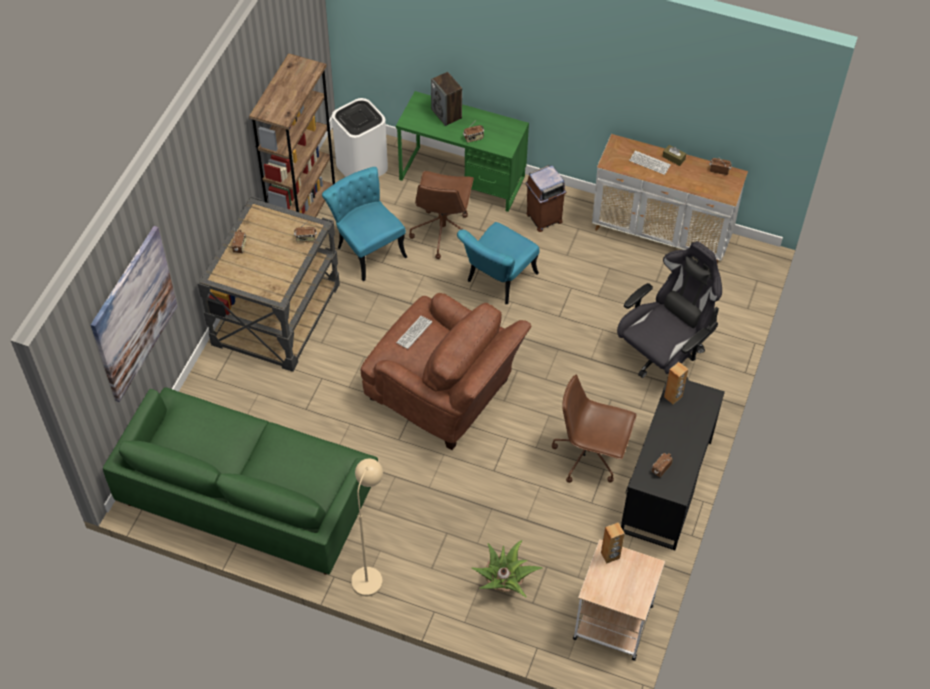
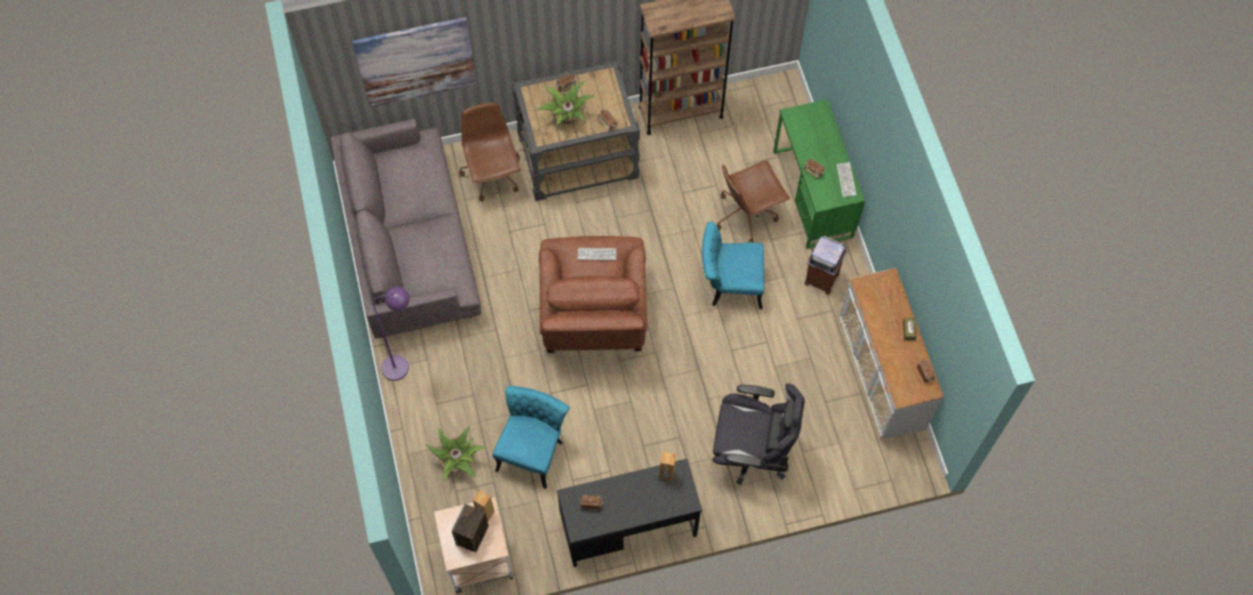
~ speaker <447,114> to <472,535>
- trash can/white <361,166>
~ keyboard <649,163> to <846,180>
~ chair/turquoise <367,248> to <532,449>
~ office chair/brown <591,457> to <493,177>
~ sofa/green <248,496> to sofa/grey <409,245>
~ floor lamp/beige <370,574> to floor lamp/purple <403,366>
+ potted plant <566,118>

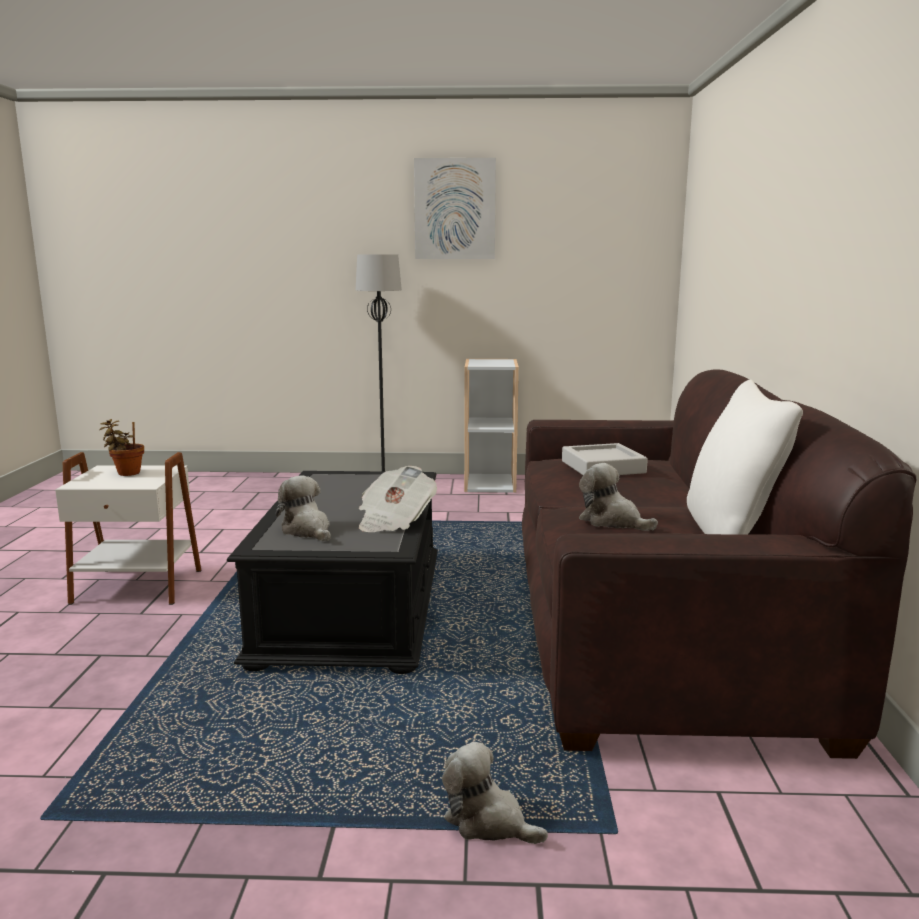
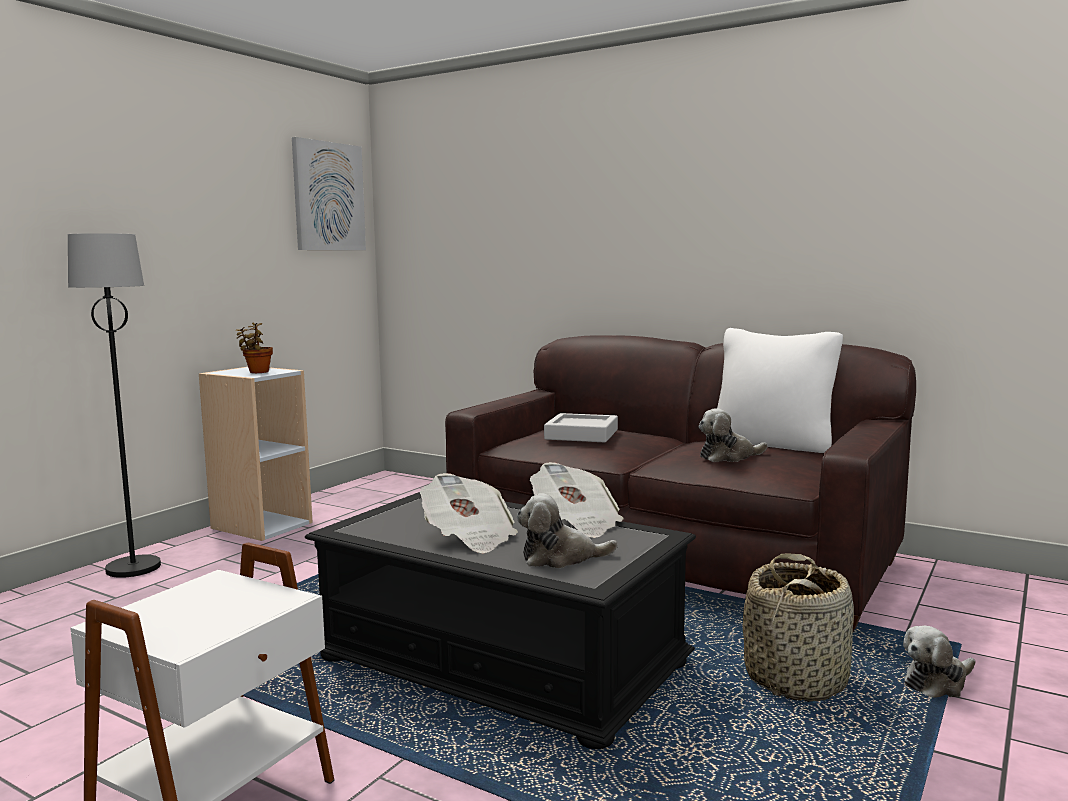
~ picture <455,209> to <328,196>
~ potted plant <126,473> to <257,372>
+ newspaper <469,537>
+ basket <796,679>

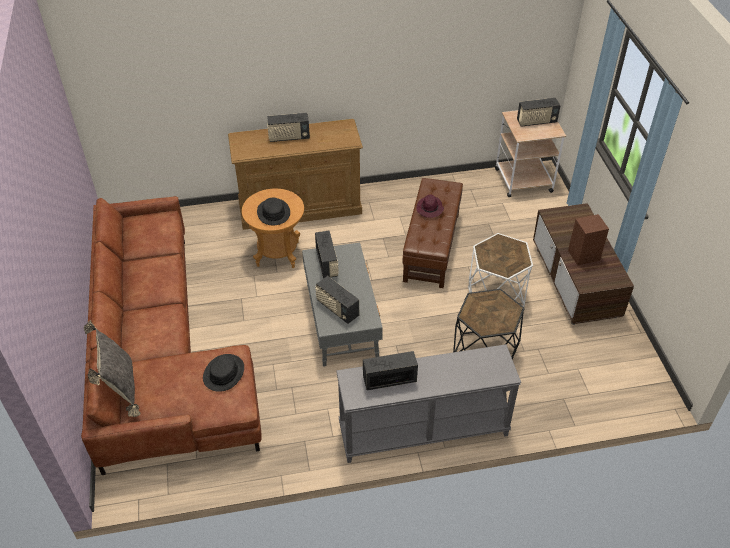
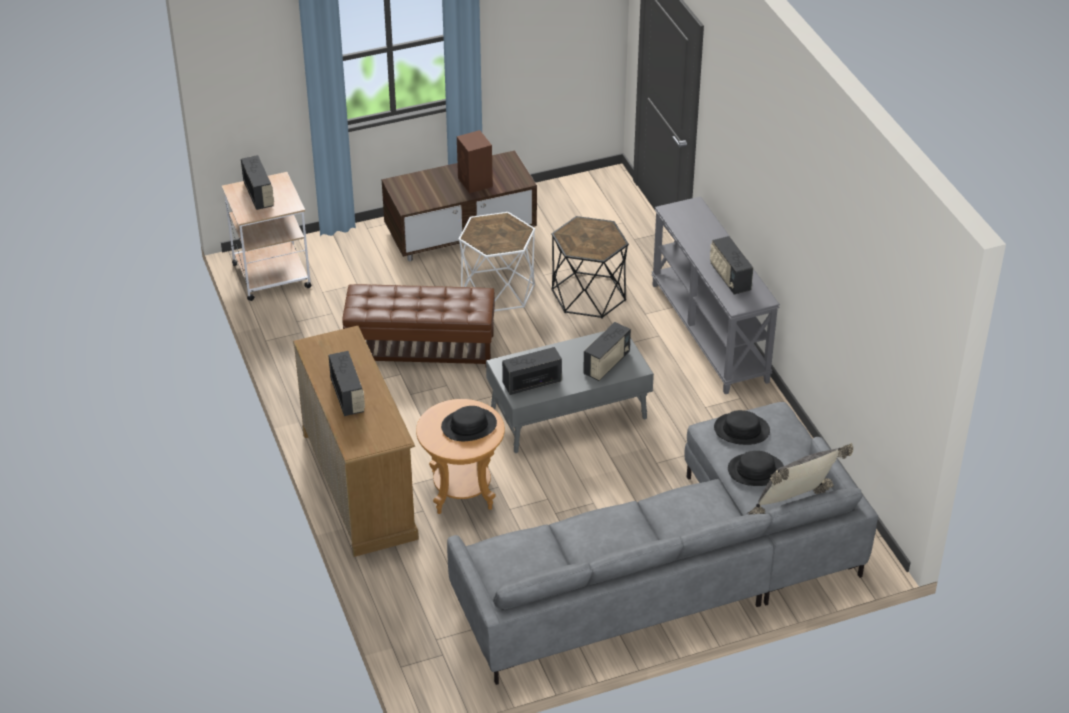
- hat/purple <430,209>
~ sofa/brown <160,354> to sofa/grey <673,571>
+ hat/black <756,471>

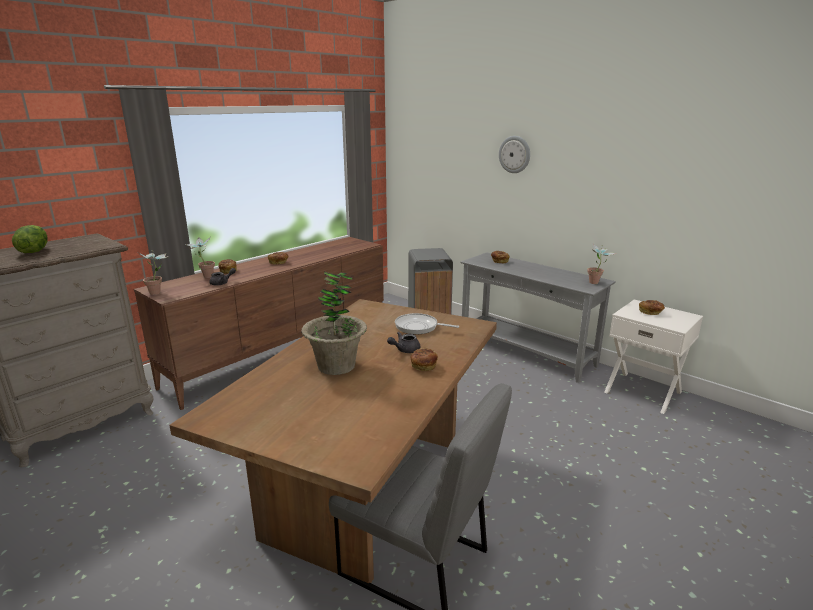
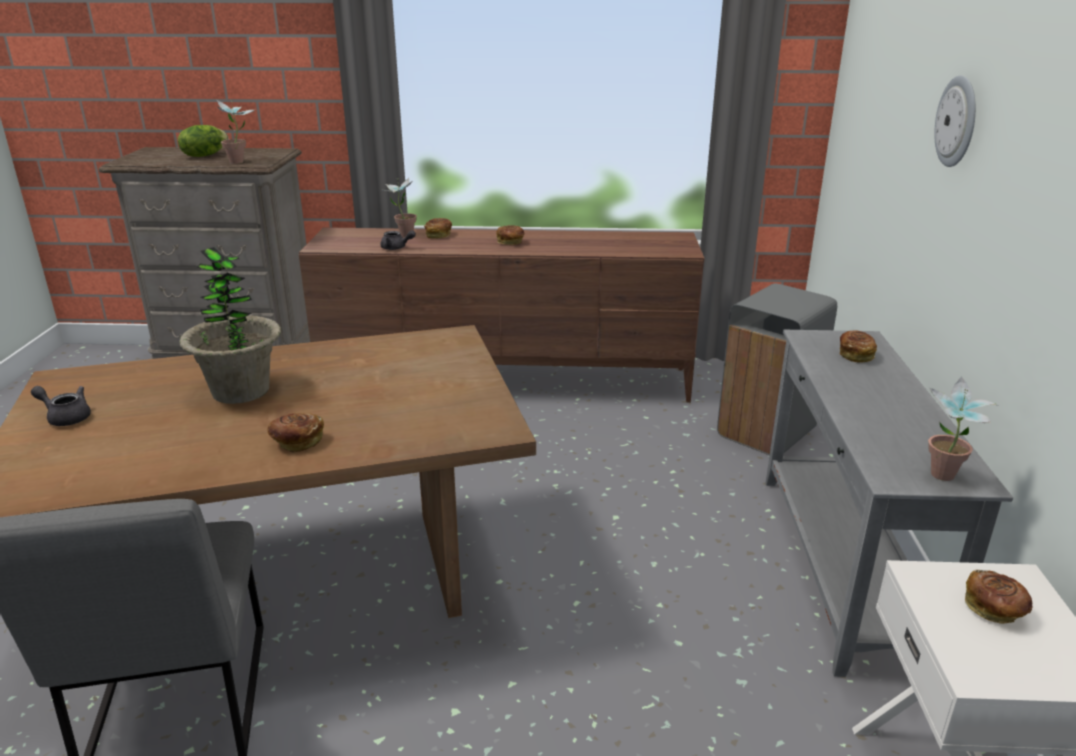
~ potted plant <159,292> to <240,162>
- frying pan <419,327>
~ teapot/grey <404,350> to <66,417>

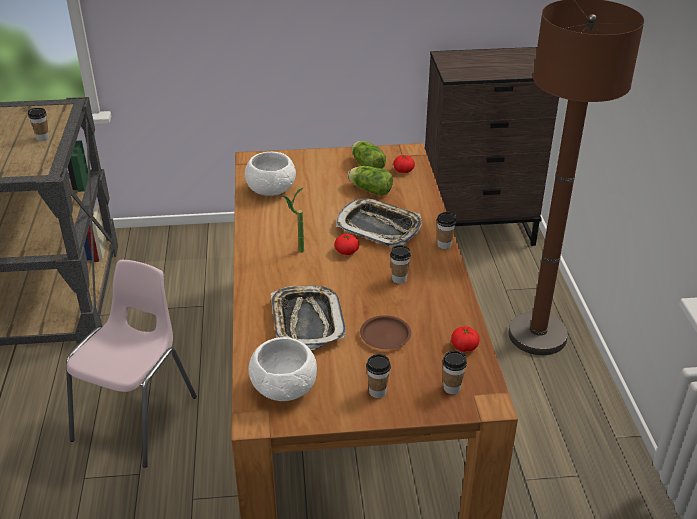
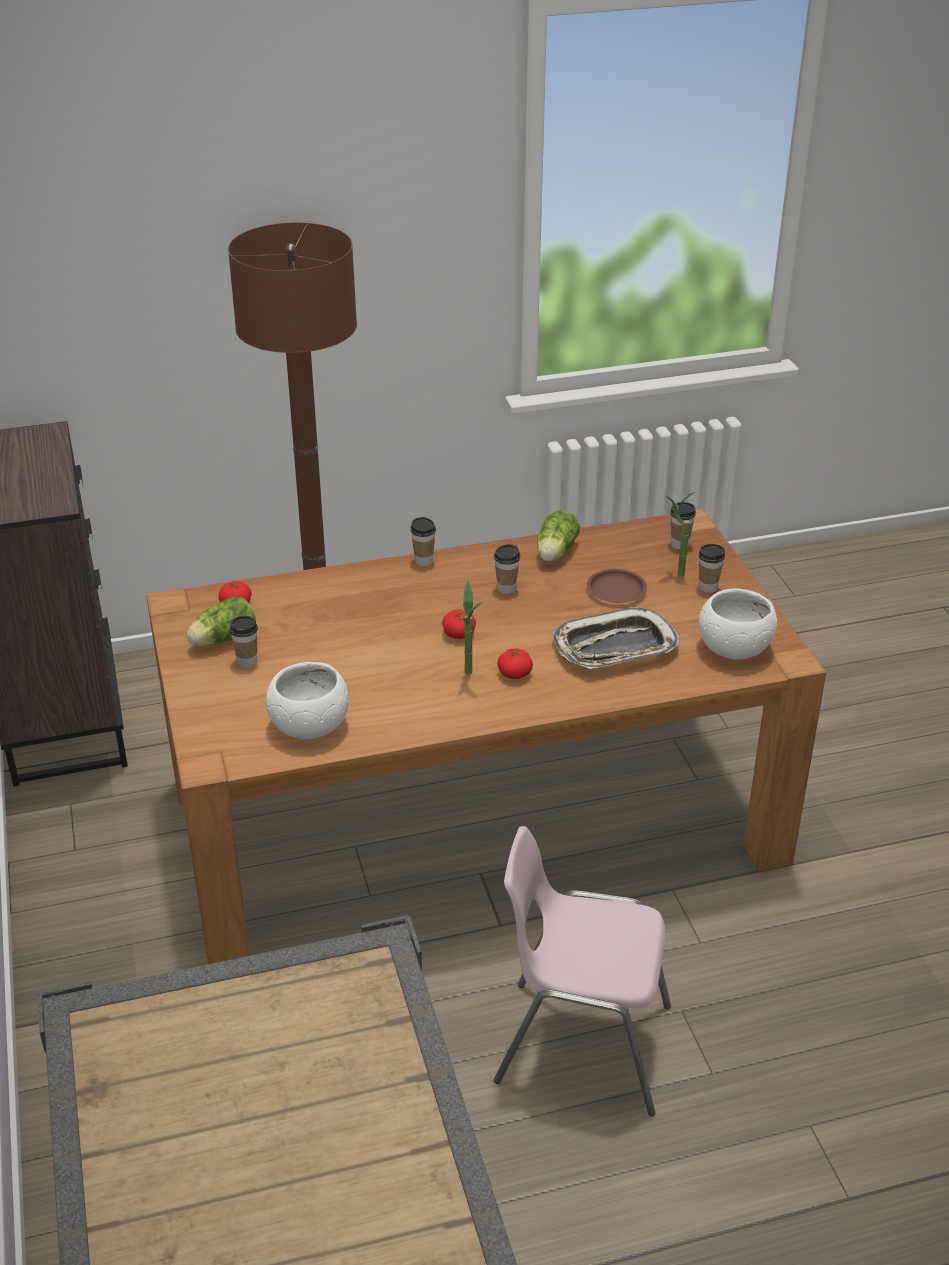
~ cup <43,138> to <247,661>
~ lettuce <369,189> to <555,553>
- tray <379,227>
~ tomato <464,346> to <515,673>
+ potted plant <673,573>

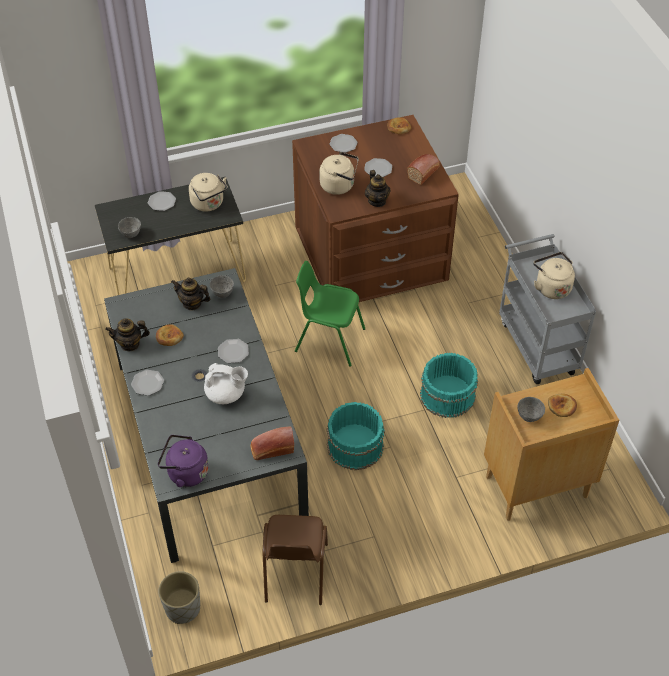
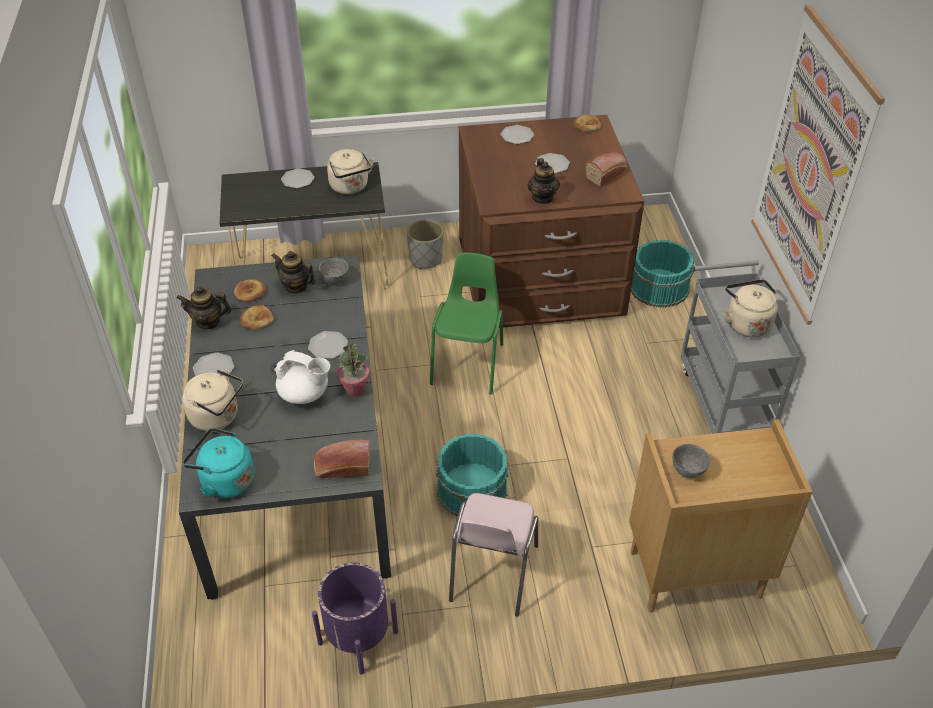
~ kettle/beige <339,185> to <217,417>
- bowl/grey <130,234>
~ chair/green <329,340> = <469,363> 75 degrees clockwise
~ bucket/turquoise <447,395> to <658,287>
~ bread <562,406> to <250,292>
~ kettle/purple <185,473> to kettle/turquoise <224,481>
~ chair/brown <295,573> to planter/purple <358,637>
~ planter/grey <183,608> to <426,259>
+ picture <810,169>
+ potted plant <355,389>
+ chair/pink <492,573>

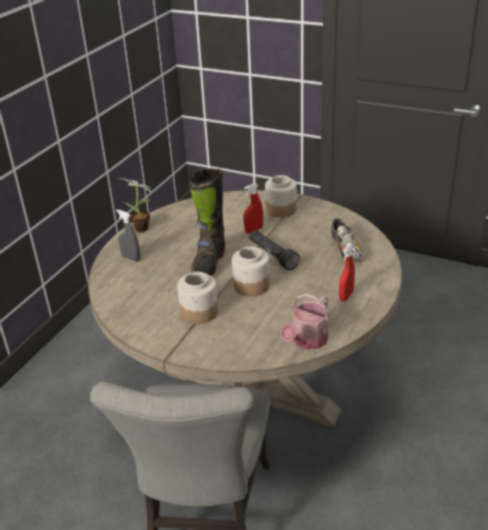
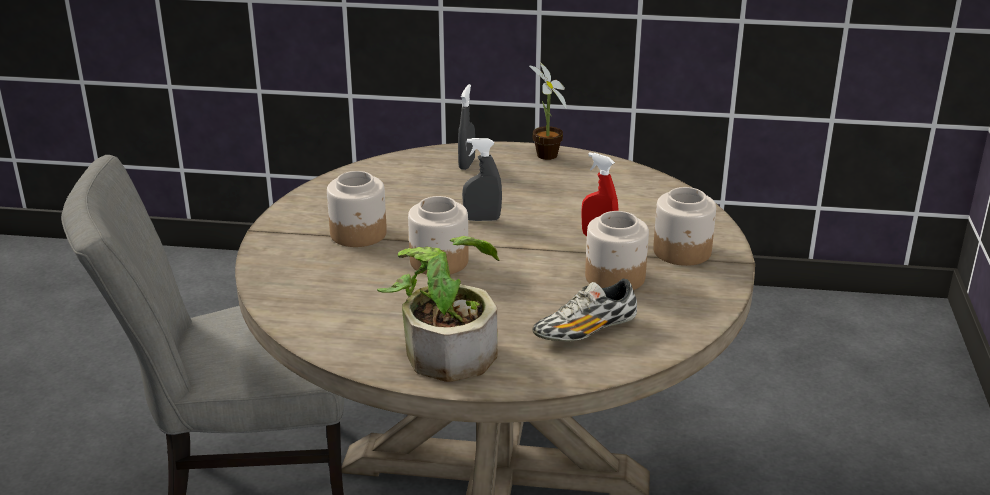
~ boot/black <209,263> to spray bottle/grey <482,219>
- flashlight/black <272,256>
~ spray bottle/red <346,296> to potted plant <445,347>
- watering can <307,341>
+ jar <614,278>

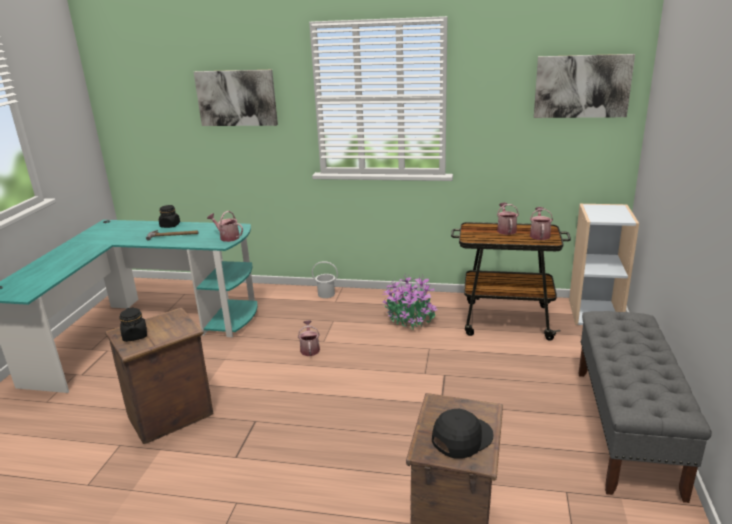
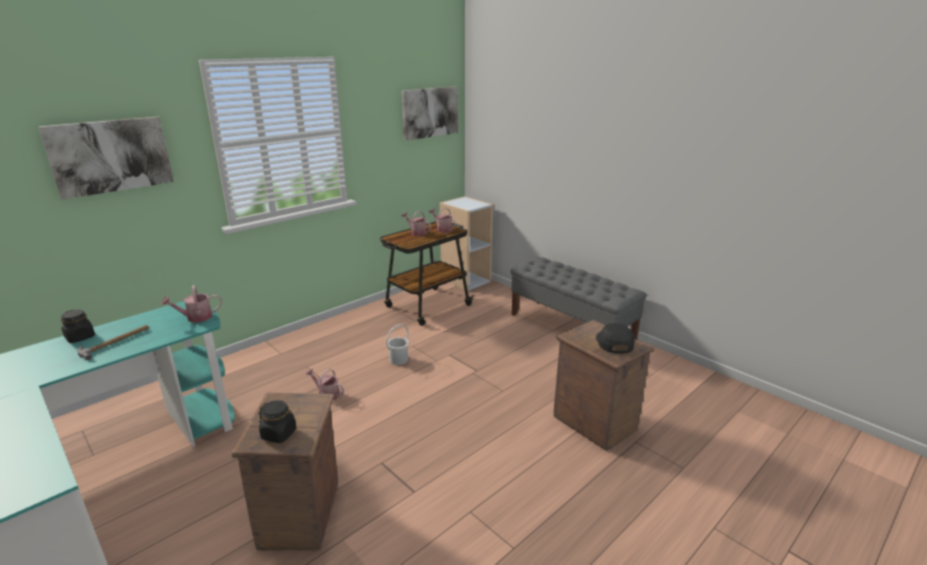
~ bucket/white <326,294> to <398,360>
- potted plant <410,318>

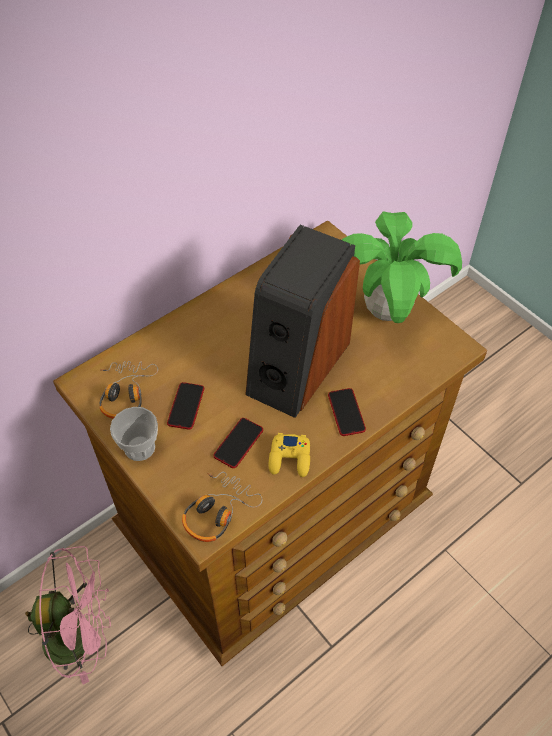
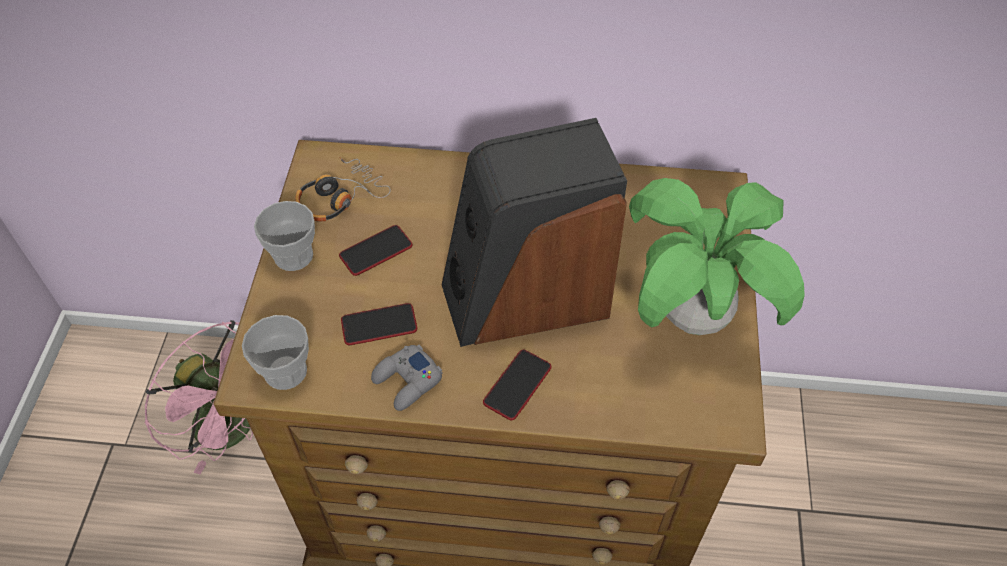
~ game controller/yellow <290,458> to game controller/grey <407,381>
~ headphones <218,511> to cup <285,371>

